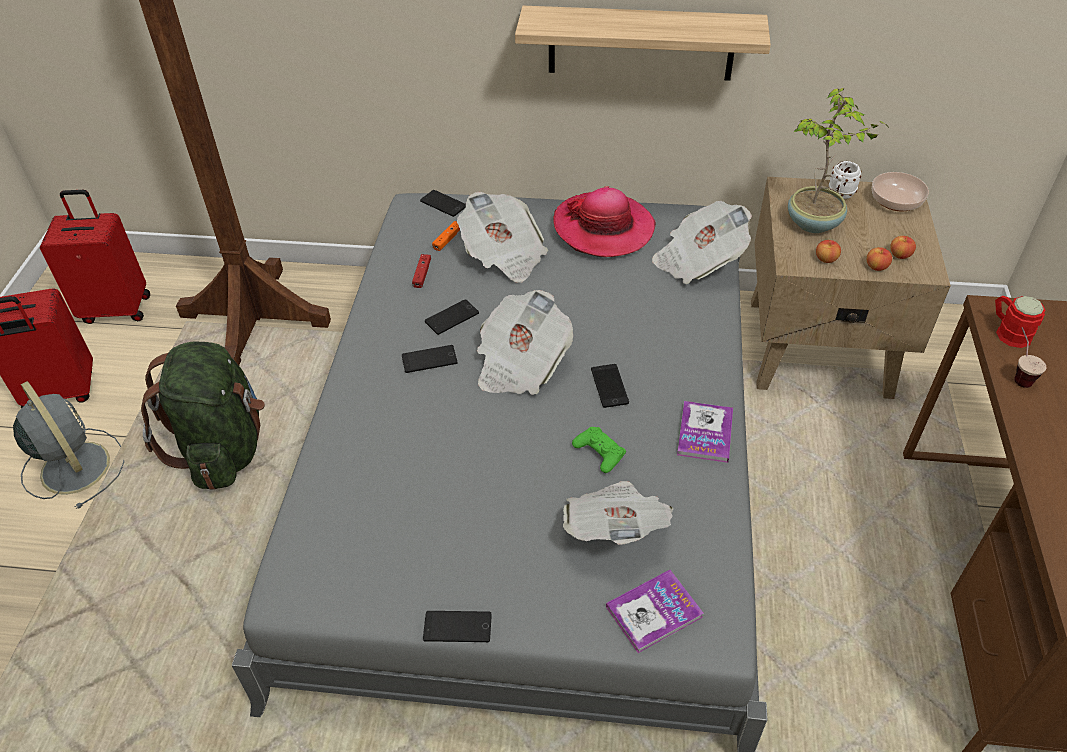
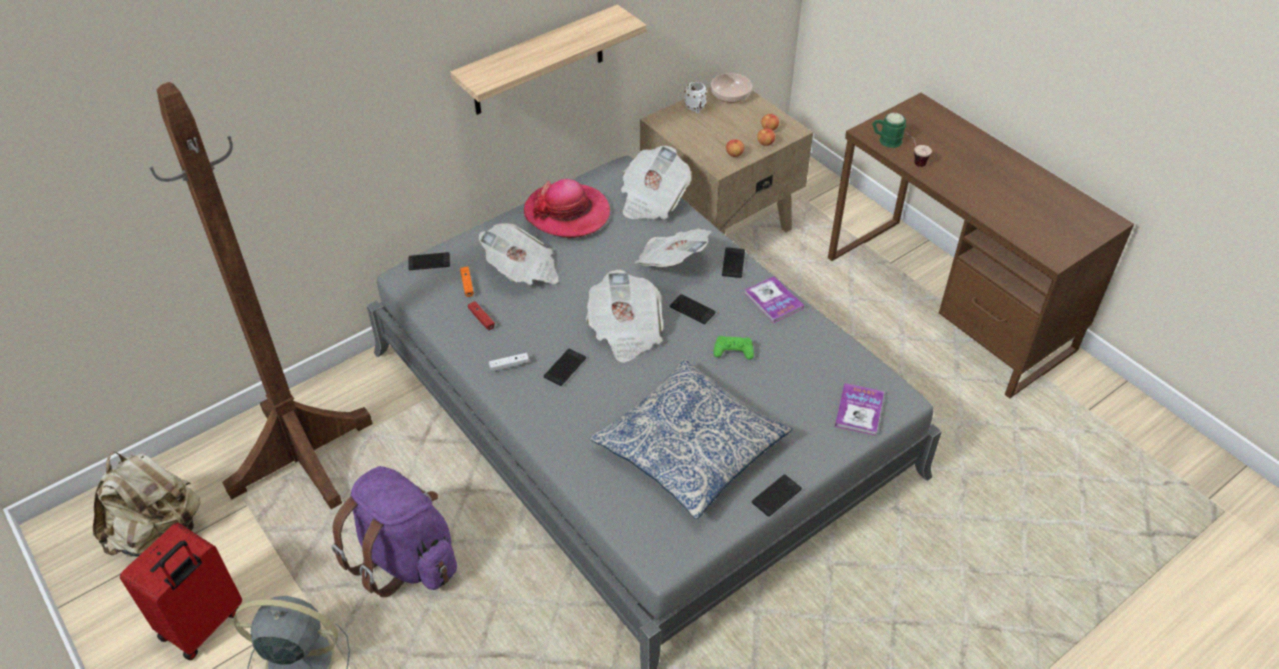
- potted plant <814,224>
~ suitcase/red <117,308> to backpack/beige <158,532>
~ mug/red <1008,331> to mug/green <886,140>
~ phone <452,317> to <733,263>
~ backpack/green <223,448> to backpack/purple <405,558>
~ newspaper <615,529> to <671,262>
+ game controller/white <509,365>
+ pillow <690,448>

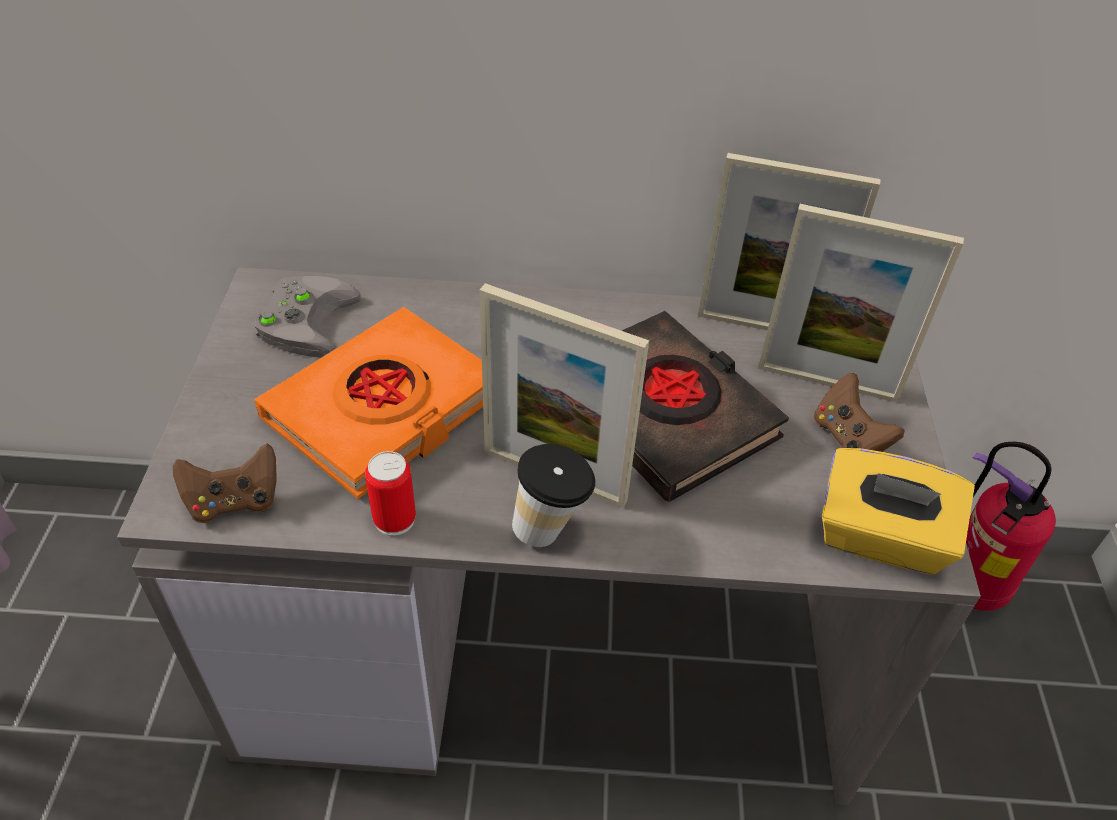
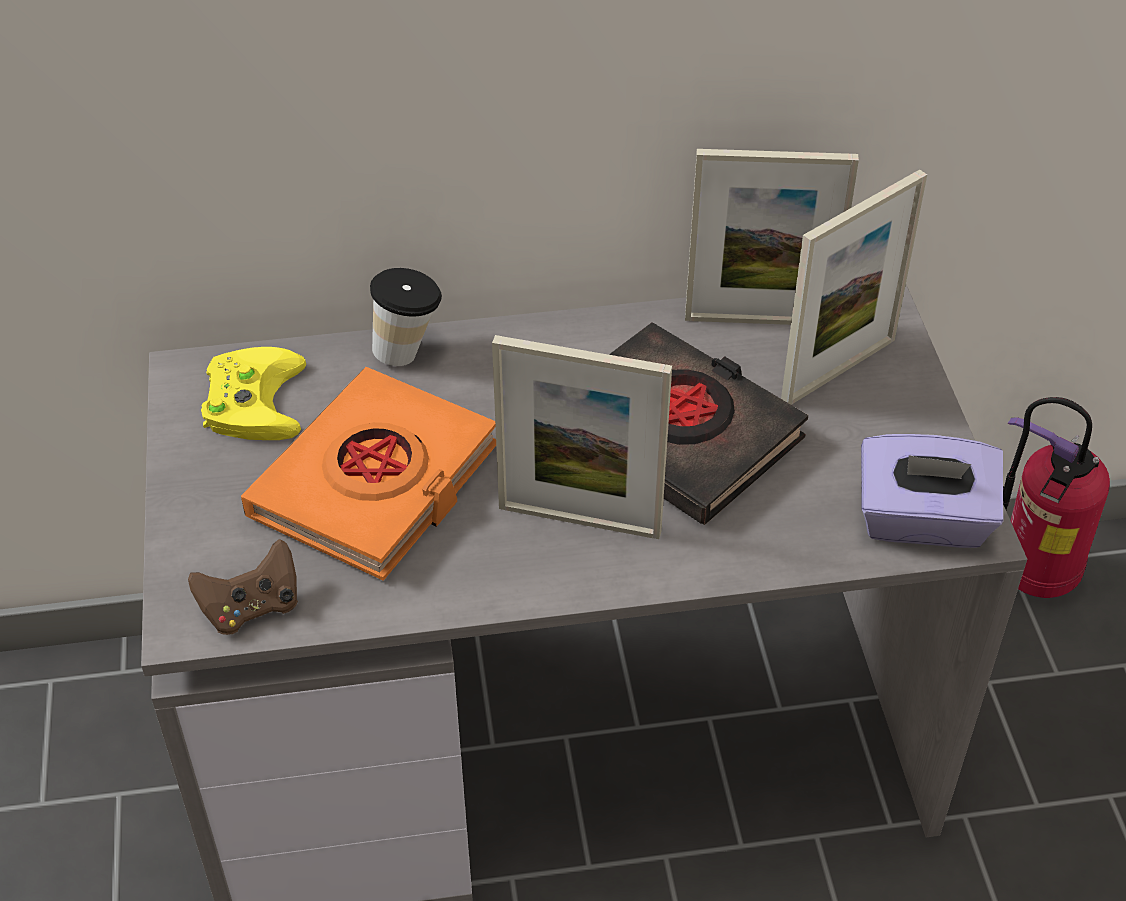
~ picture frame <827,382> = <838,370> 45 degrees counterclockwise
~ game controller/grey <305,318> to game controller/yellow <250,398>
- game controller/brown <848,438>
~ cup <551,528> to <408,351>
~ tissue box/yellow <880,538> to tissue box/purple <922,522>
- can <394,519>

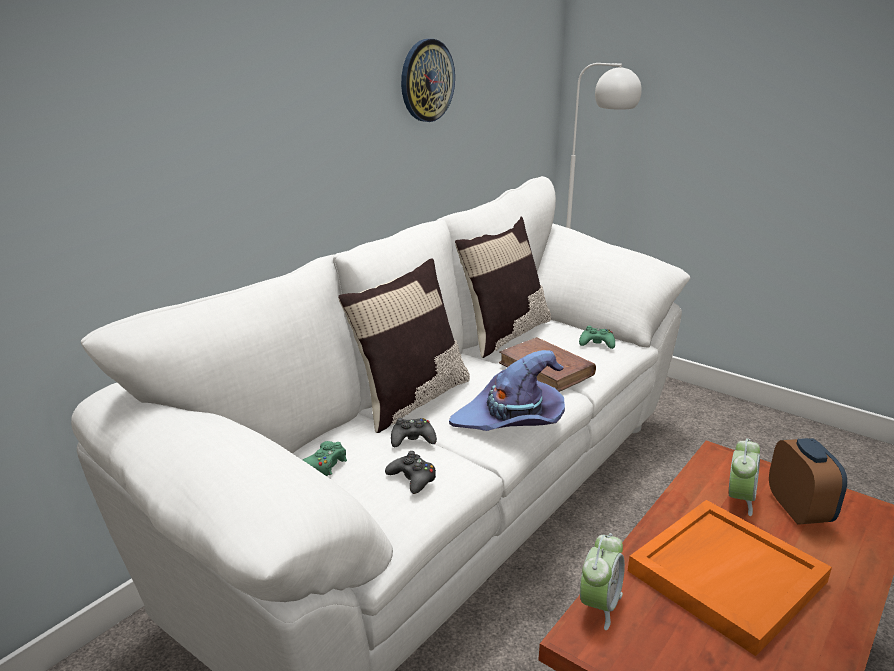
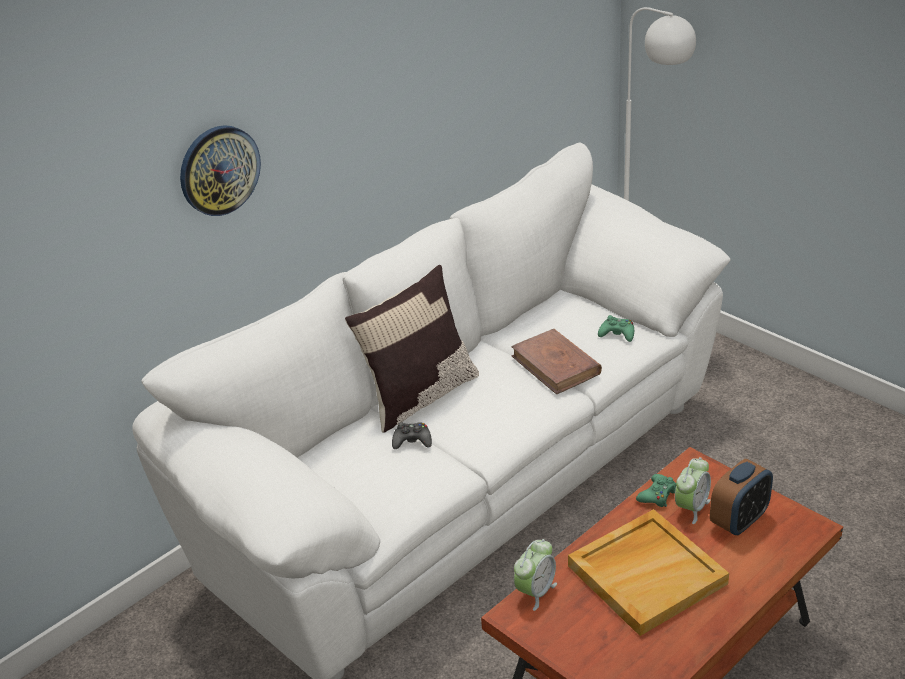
~ wall clock <426,80> to <219,170>
- pillow <503,334>
- hat/purple <512,420>
~ alarm clock <798,510> = <739,521> 45 degrees clockwise
~ game controller/green <324,464> to <657,495>
- game controller/black <412,479>
~ tray/orange <726,575> to tray/beige <647,574>

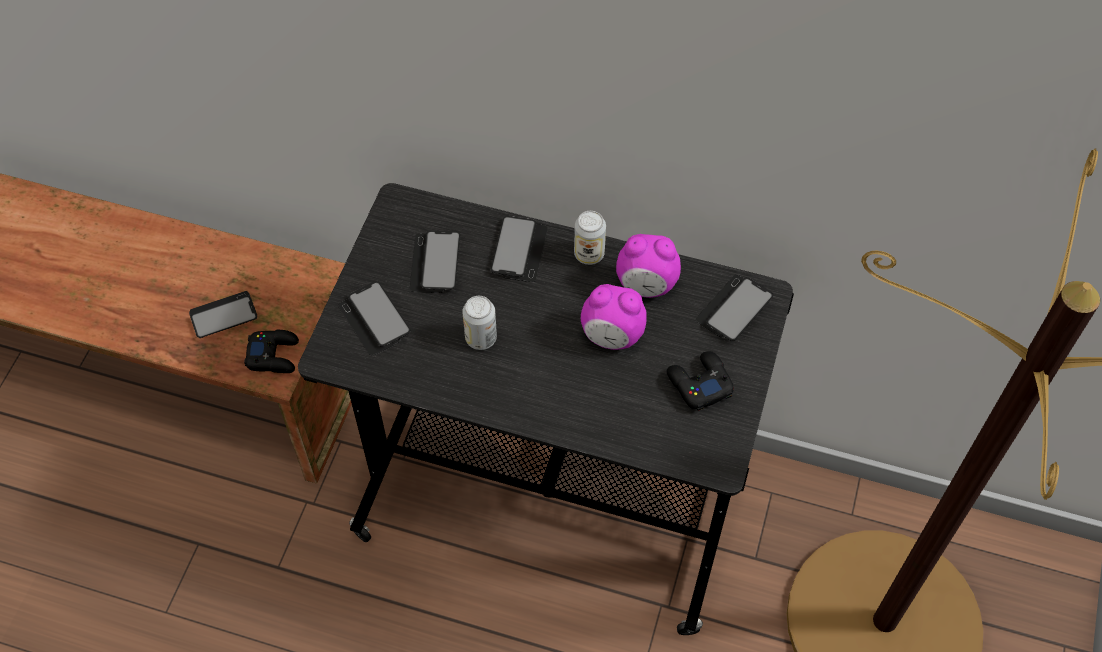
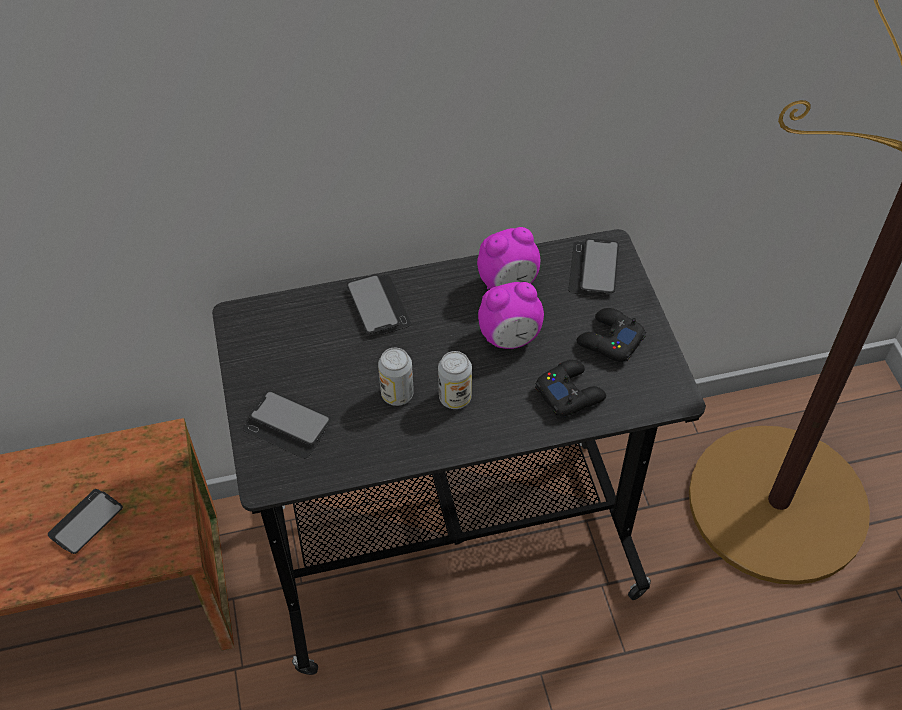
~ can <589,254> to <455,398>
- phone <435,263>
~ game controller/black <273,355> to <570,392>

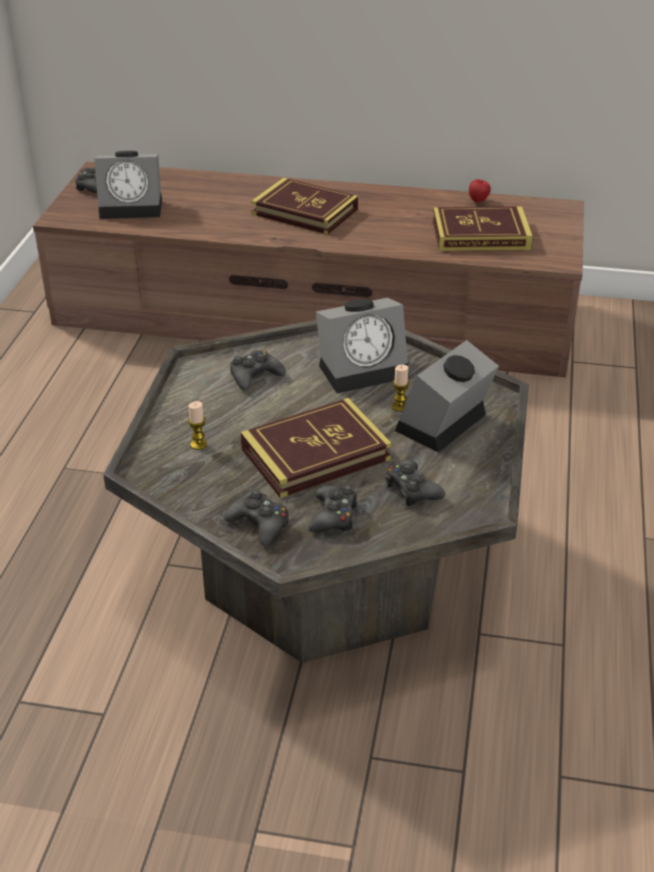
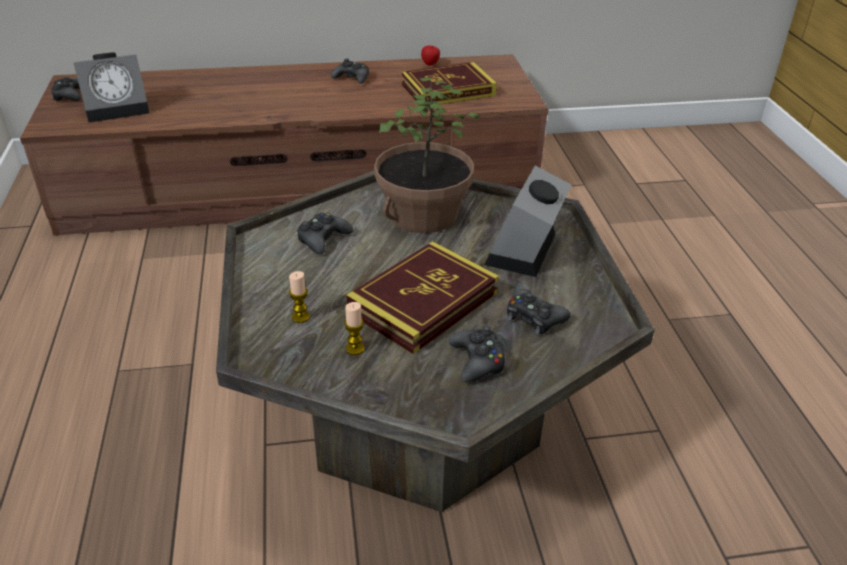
- book <305,212>
~ alarm clock <364,369> to potted plant <423,213>
~ candle <399,406> to <355,348>
~ game controller/black <259,524> to <352,78>

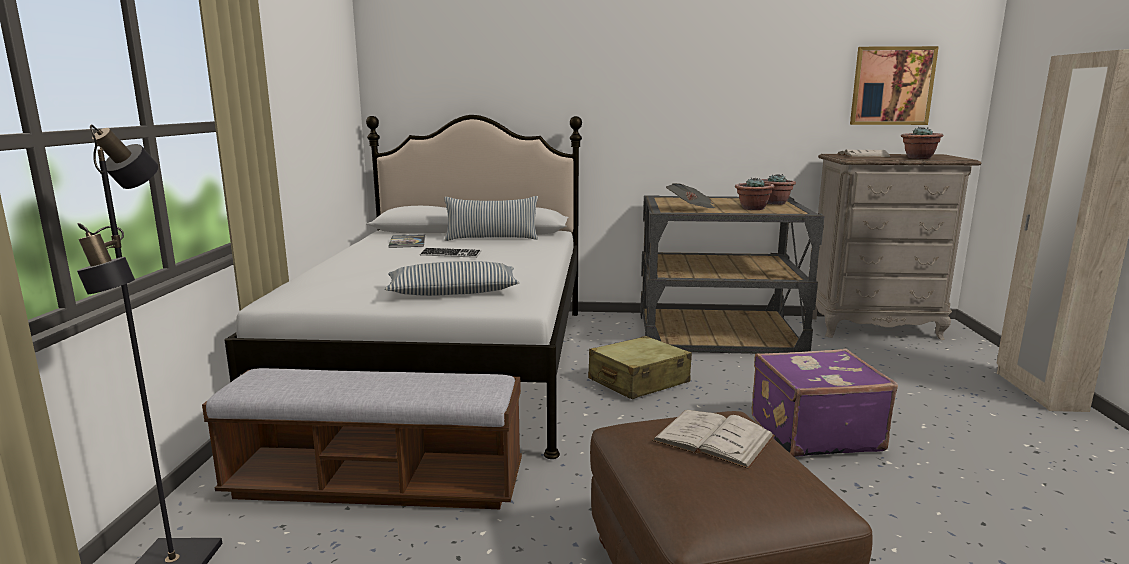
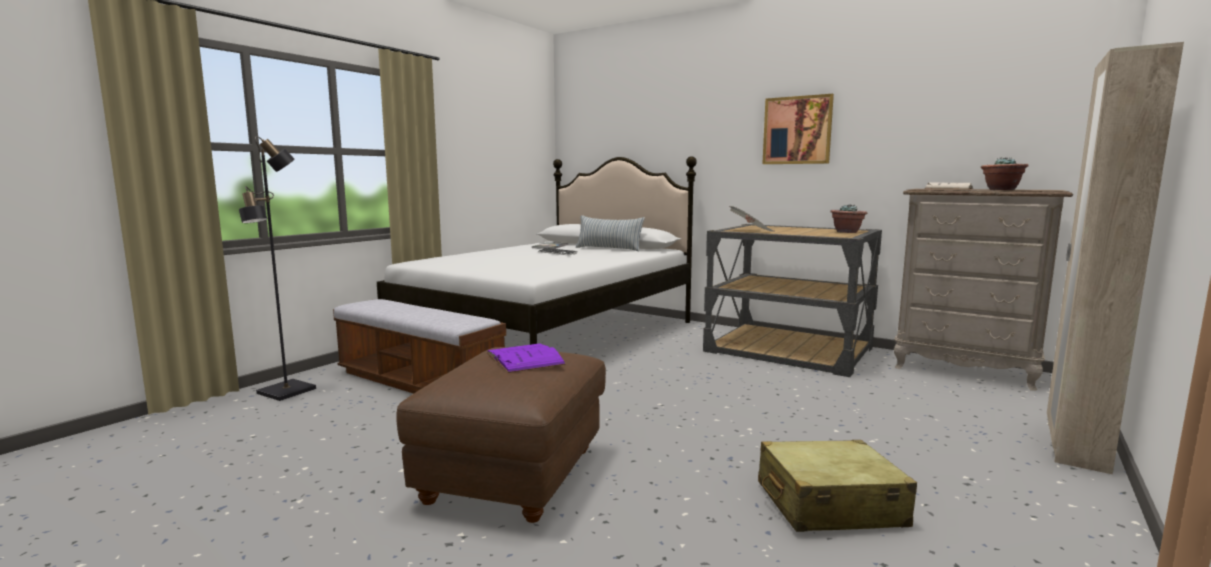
~ picture <892,86> to <797,130>
- potted plant <752,208>
- pillow <453,292>
~ suitcase/beige <638,381> to <829,505>
- suitcase/purple <813,433>
~ book/white <713,438> to book/purple <525,358>

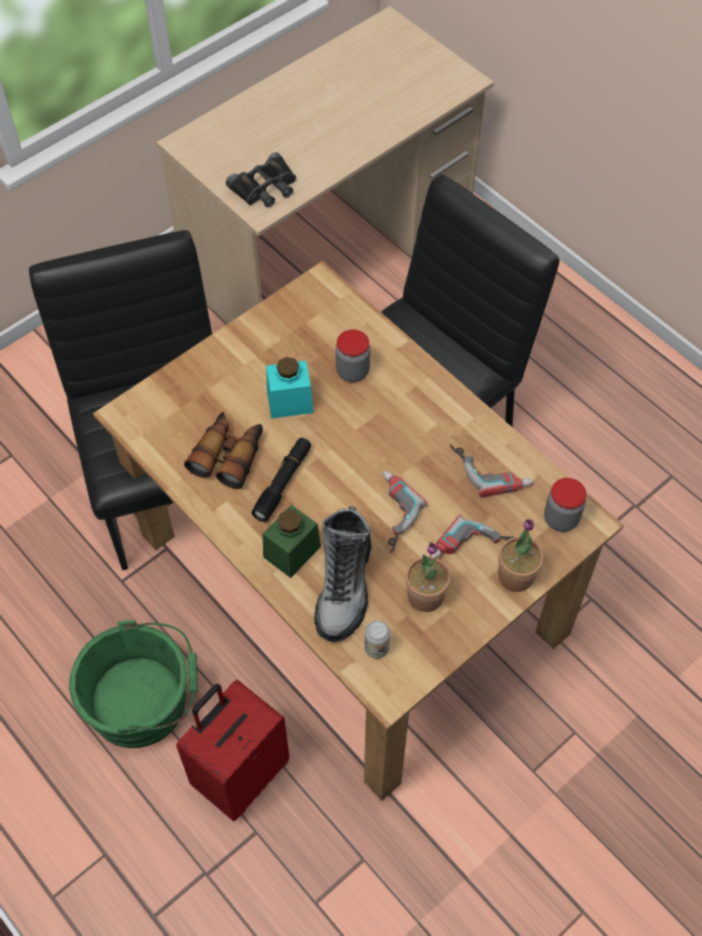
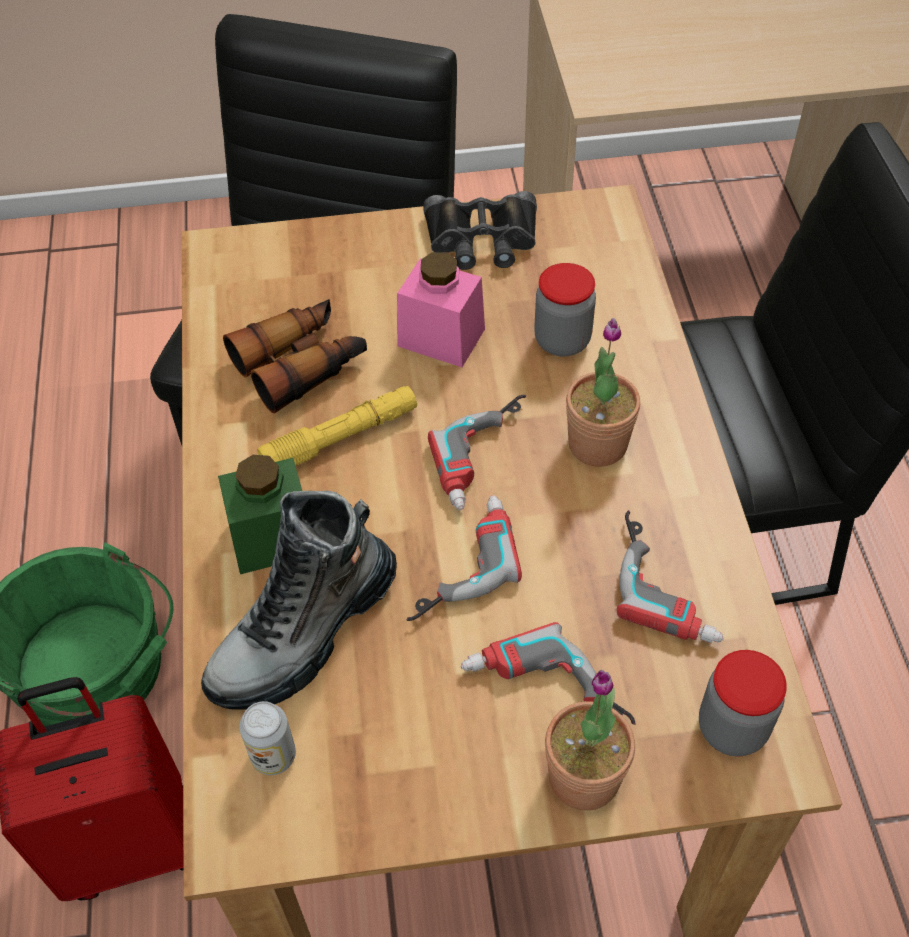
~ binoculars/black <265,187> to <482,239>
~ jar/turquoise <290,401> to jar/pink <441,337>
~ flashlight/black <283,483> to flashlight/yellow <341,438>
~ potted plant <425,596> to <597,444>
+ power drill <489,458>

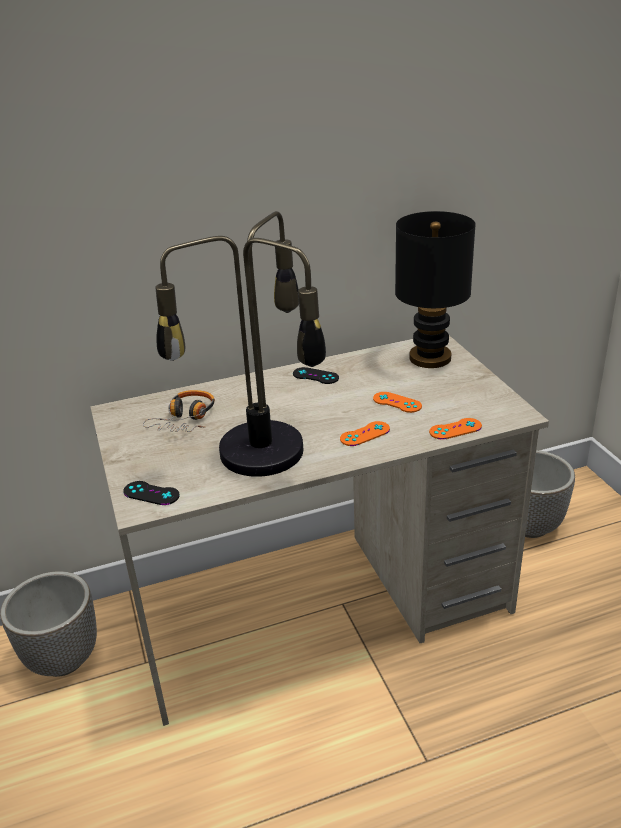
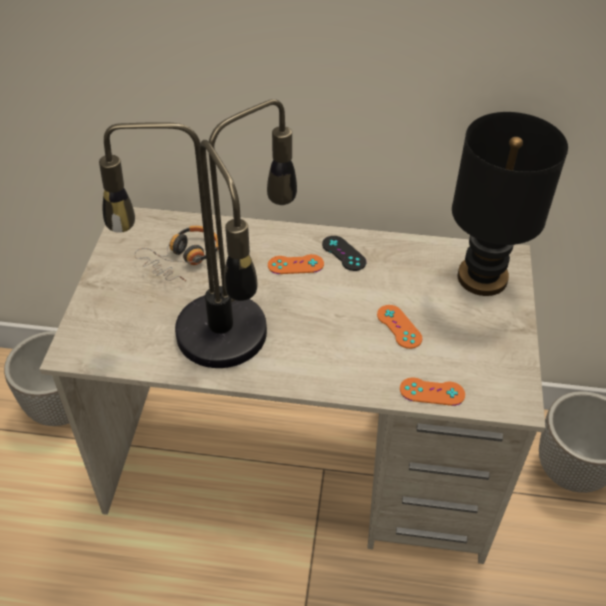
~ game controller/orange <365,434> to <295,264>
- game controller/black <151,493>

